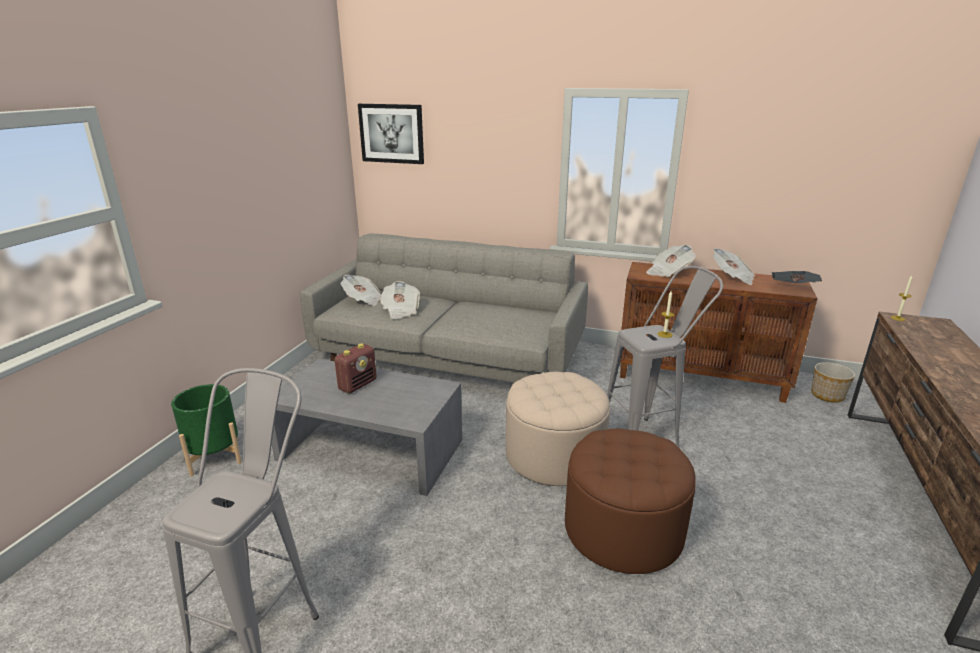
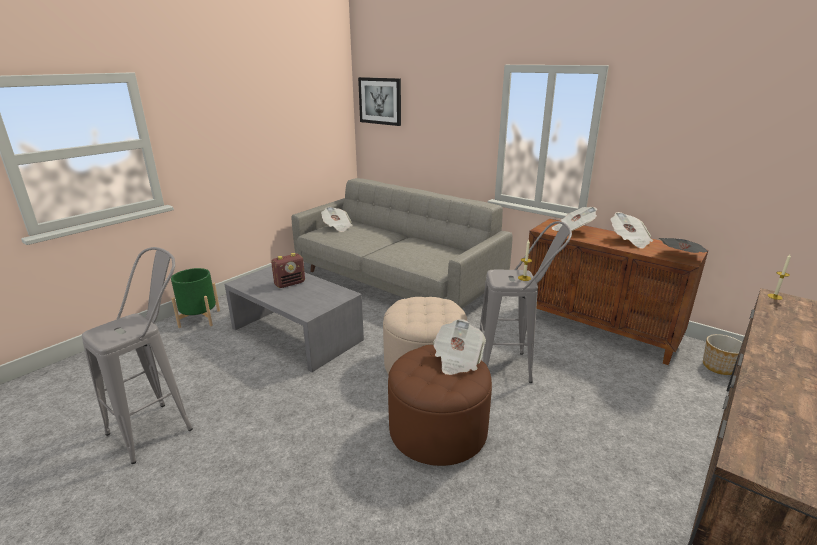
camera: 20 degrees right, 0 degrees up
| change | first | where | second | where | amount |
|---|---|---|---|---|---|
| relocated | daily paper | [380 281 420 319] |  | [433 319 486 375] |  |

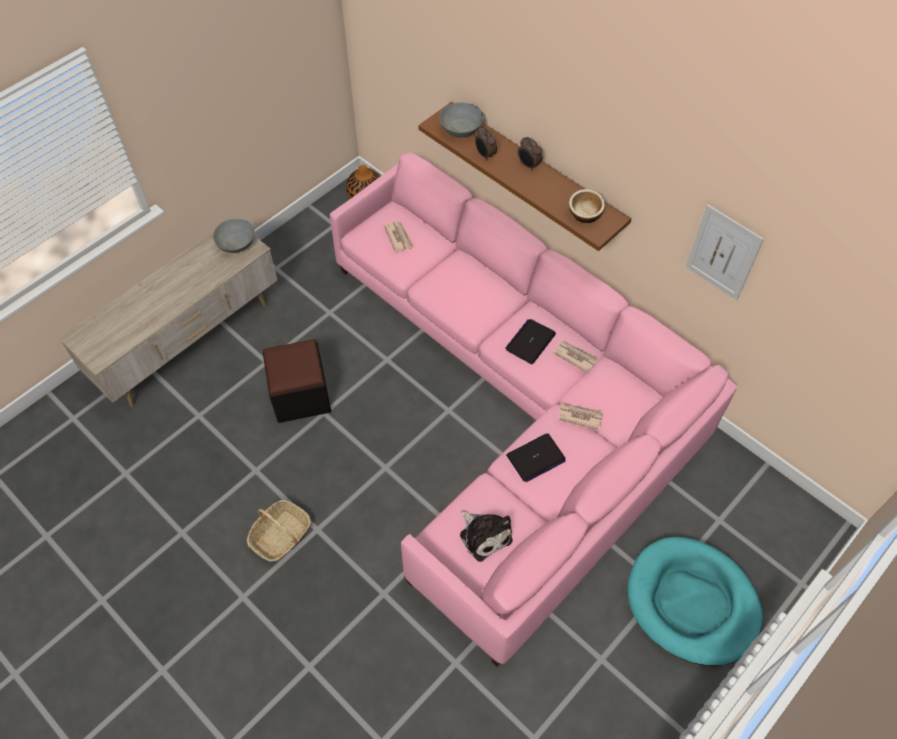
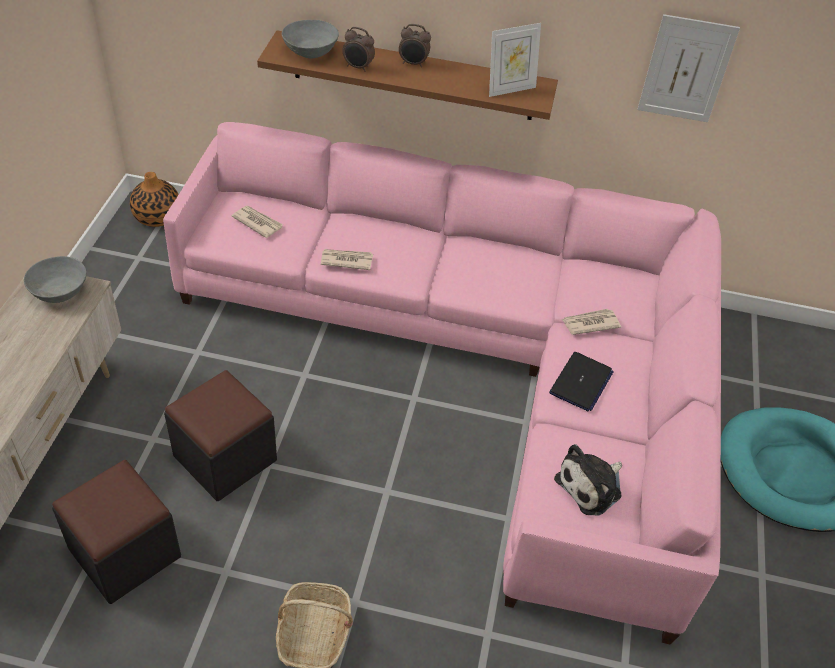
camera: 35 degrees left, 10 degrees down
| change | first | where | second | where | amount |
|---|---|---|---|---|---|
| appeared |  |  | blackish footrest | [52 460 181 604] |  |
| relocated | daily paper | [554 341 598 373] |  | [321 249 373 270] |  |
| exchanged | bowl | [569 189 605 223] | picture frame | [489 23 541 97] |  |
| spun | cuddly toy | [460 510 512 562] |  | [554 444 622 516] | 120 degrees clockwise |
| missing | portable computer | [505 319 556 364] |  |  |  |

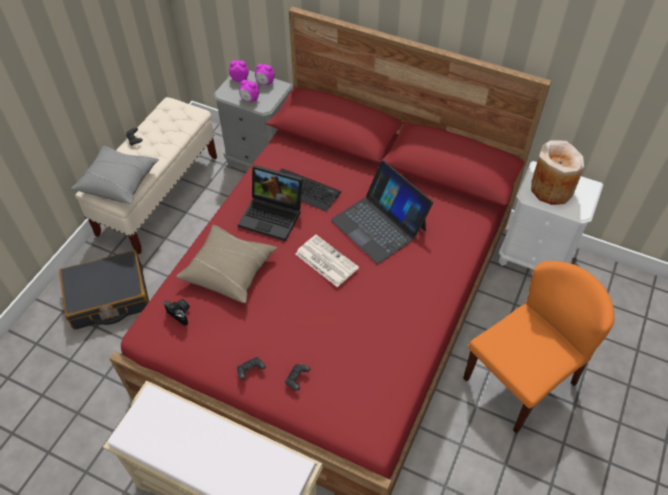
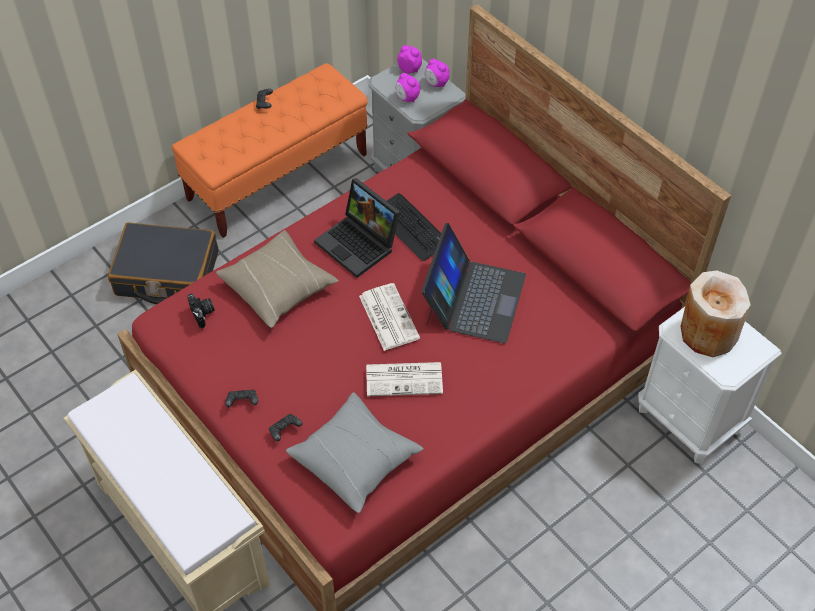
camera: 25 degrees right, 0 degrees up
| change | first | where | second | where | amount |
|---|---|---|---|---|---|
| colour | beige indoor bench | [75 97 217 254] | orange indoor bench | [172 63 367 238] |  |
| relocated | gray pillow | [71 146 159 204] |  | [286 392 424 513] |  |
| appeared |  |  | daily paper | [366 362 443 396] |  |
| spun | portable computer | [331 160 433 264] |  | [421 223 526 344] | 150 degrees counterclockwise |
| missing | orange plain chair | [463 261 615 433] |  |  |  |

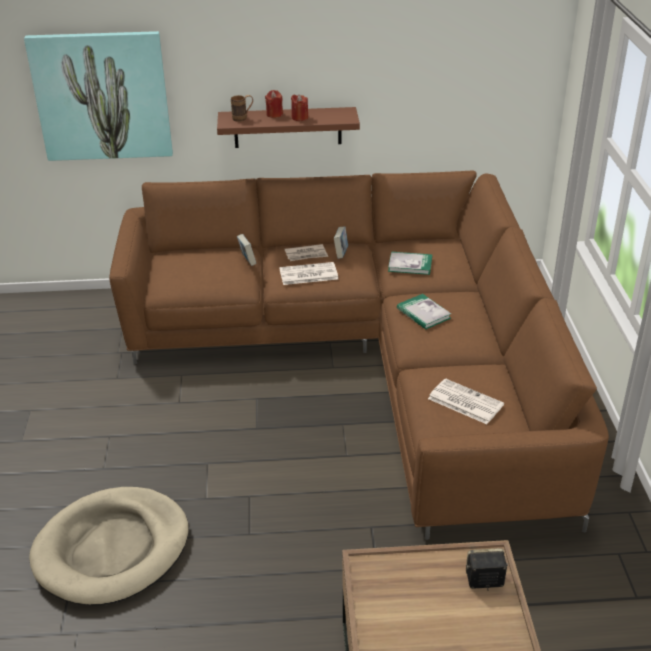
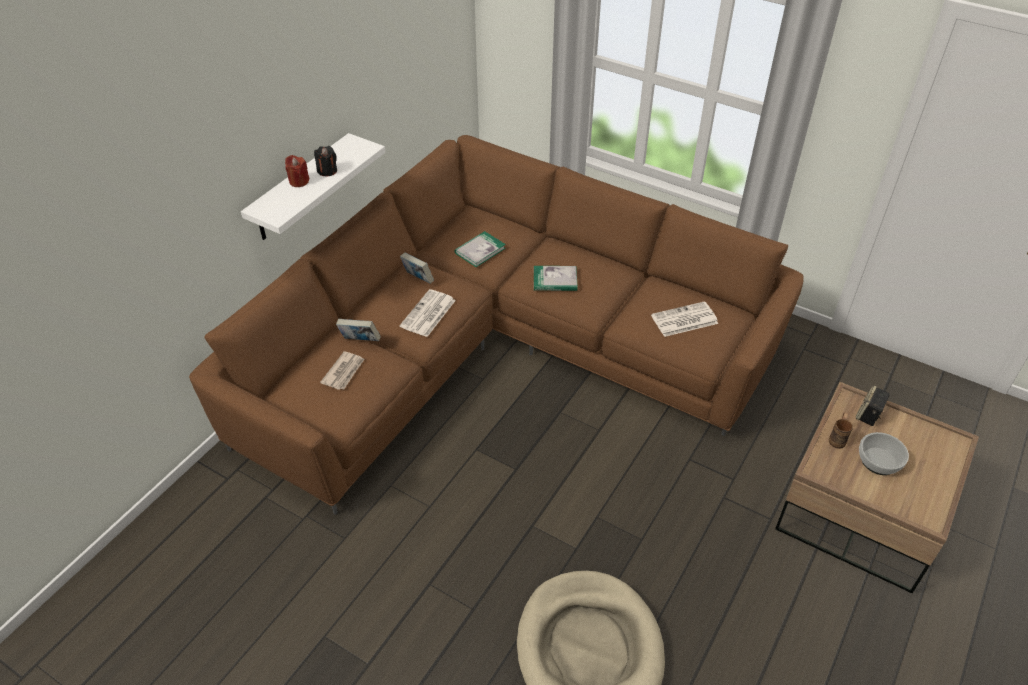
camera: 55 degrees left, 10 degrees up
| change | first | where | second | where | amount |
|---|---|---|---|---|---|
| colour | brown bracket shelf | [217 107 360 148] | white-coloured bracket shelf | [241 133 385 240] |  |
| colour | reddish wax light | [291 94 308 121] | blackish wax light | [314 146 337 177] |  |
| relocated | daily paper | [285 244 328 261] |  | [320 351 365 390] |  |
| relocated | brown tea mug | [231 95 253 122] |  | [829 413 853 449] |  |
| appeared |  |  | bowl | [859 432 909 475] |  |
| missing | wall art | [24 31 173 161] |  |  |  |

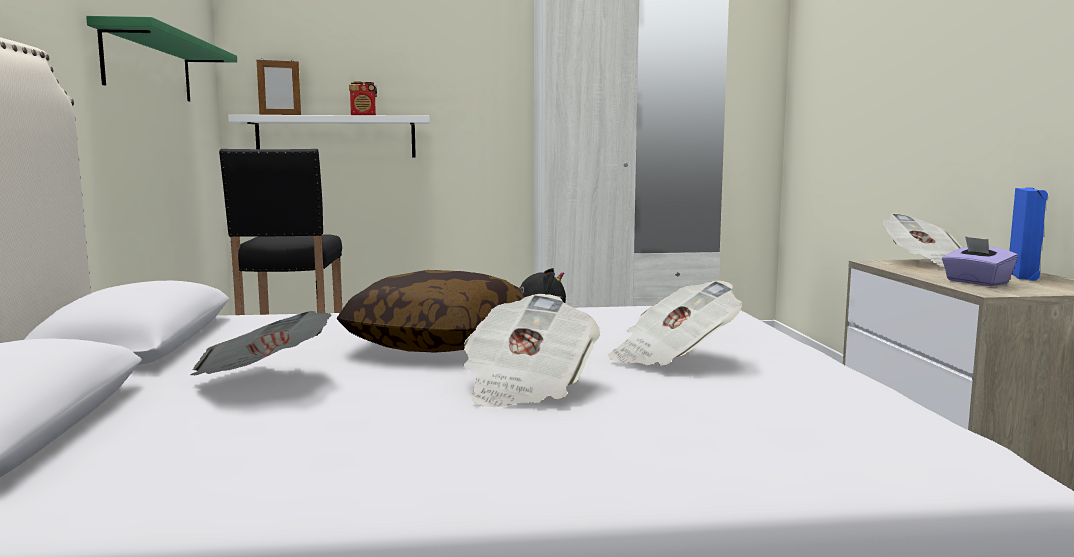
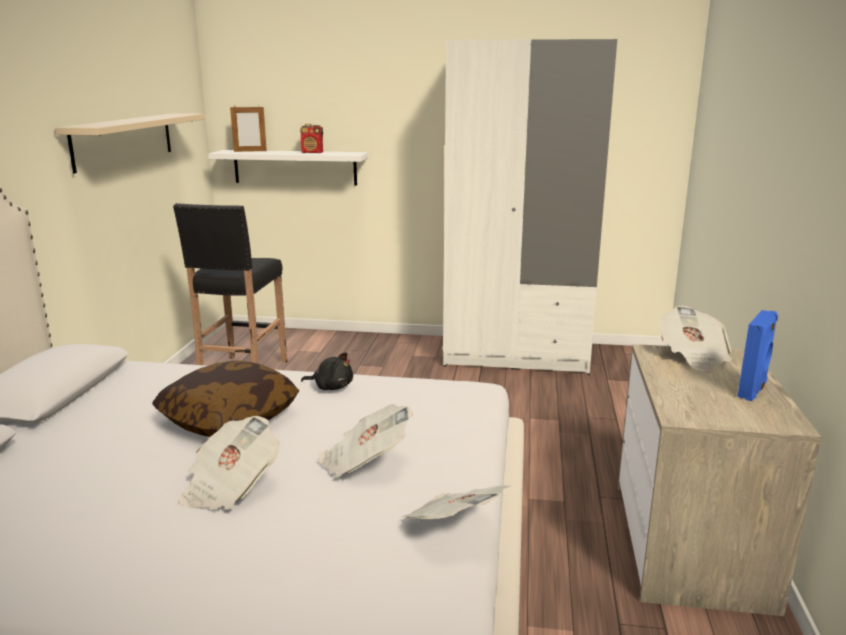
camera: 15 degrees right, 10 degrees up
| change | first | where | second | where | amount |
|---|---|---|---|---|---|
| colour | green-coloured bracket shelf | [86 16 237 101] | beige bracket shelf | [55 113 205 174] |  |
| relocated | daily paper | [191 311 332 375] |  | [403 486 510 519] |  |
| missing | purple tissue box | [942 236 1018 286] |  |  |  |

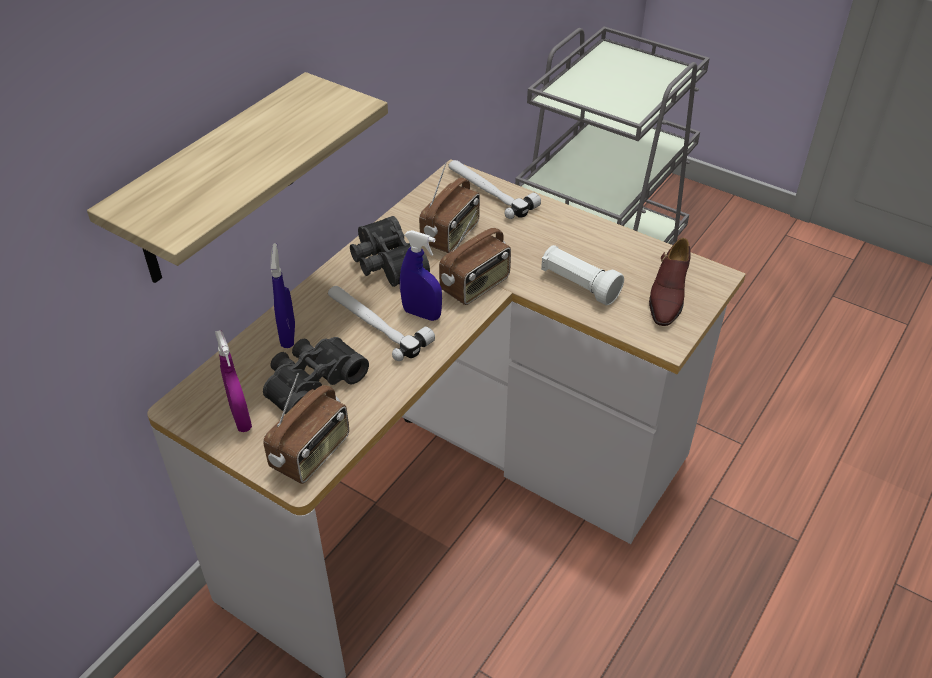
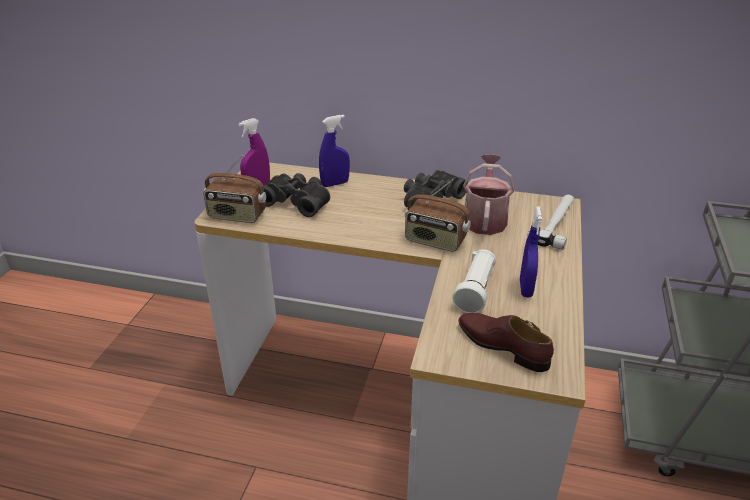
camera: 70 degrees right, 10 degrees down
| change | first | where | second | where | amount |
|---|---|---|---|---|---|
| spun | brown low shoe | [649 238 691 326] |  | [458 313 554 372] | 45 degrees clockwise |
| exchanged | radio | [419 163 480 253] | sprinkling can | [463 154 515 235] |  |
| relocated | bluish spray bottle | [400 230 442 321] |  | [520 206 542 298] |  |
| missing | bracket shelf | [87 72 388 283] |  |  |  |
| missing | tool hammer | [328 286 435 361] |  |  |  |

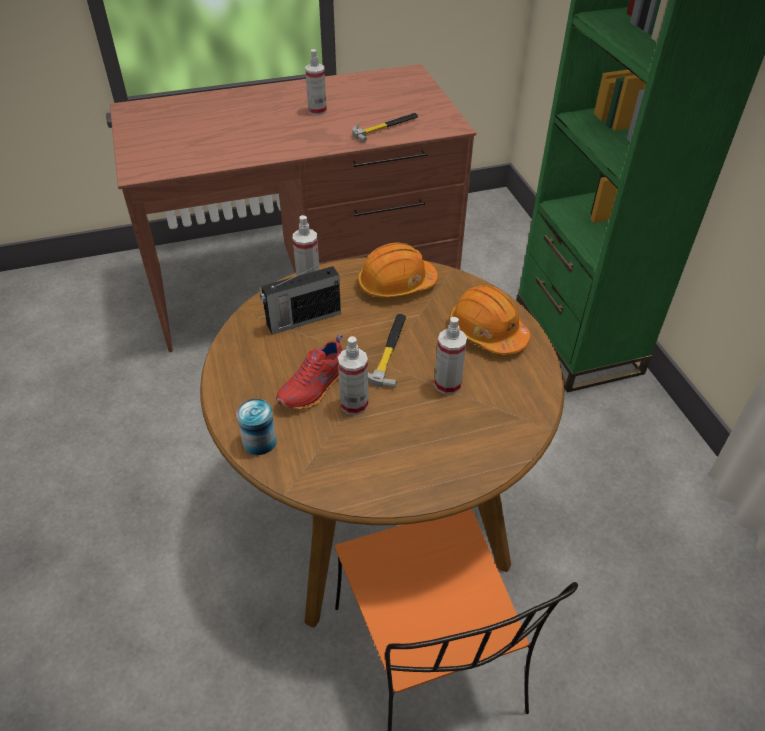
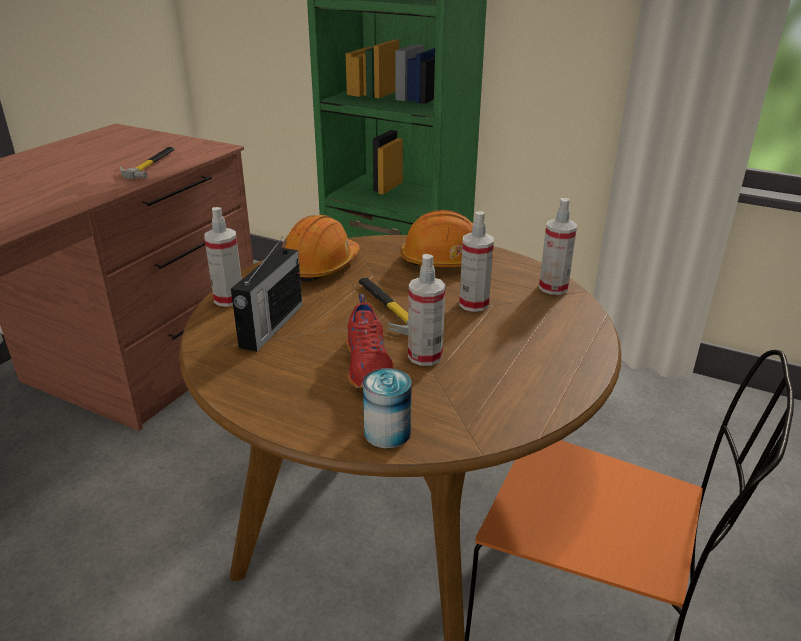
camera: 45 degrees left, 15 degrees down
| change | first | where | second | where | amount |
|---|---|---|---|---|---|
| relocated | spray bottle | [305 49 327 116] |  | [539 198 577 295] |  |

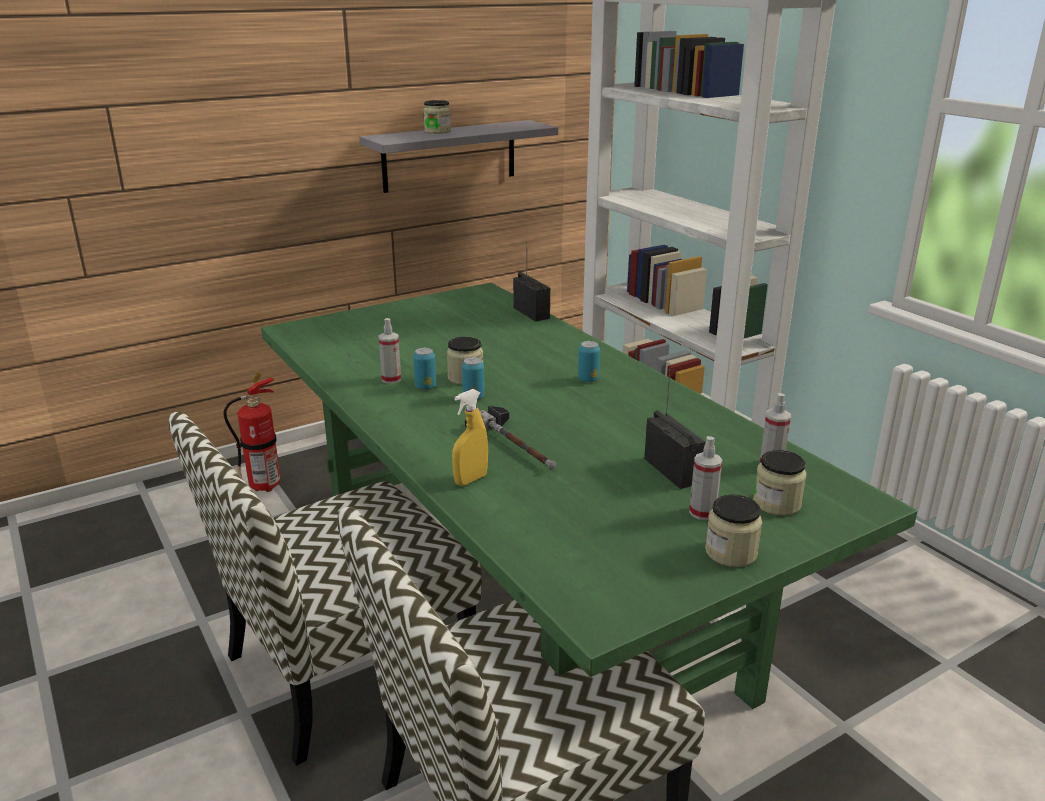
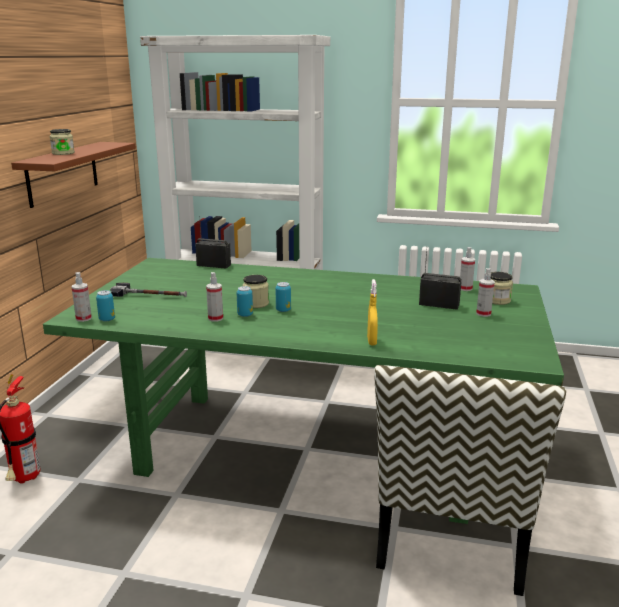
camera: 45 degrees left, 5 degrees down
| change | first | where | second | where | amount |
|---|---|---|---|---|---|
| colour | gray bracket shelf | [359 120 558 193] | brown bracket shelf | [11 142 136 208] |  |
| appeared |  |  | spray bottle | [72 272 92 322] |  |
| relocated | sealed can | [578 341 600 382] |  | [96 290 115 321] |  |
| relocated | tool hammer | [465 406 557 470] |  | [110 283 187 297] |  |
| missing | plain chair | [169 412 482 766] |  |  |  |
| missing | storage jar | [705 495 762 567] |  |  |  |

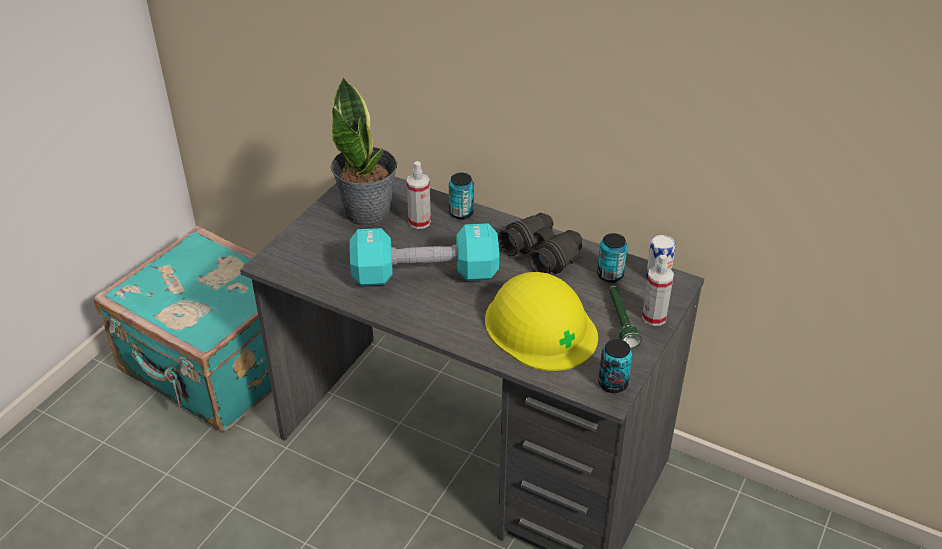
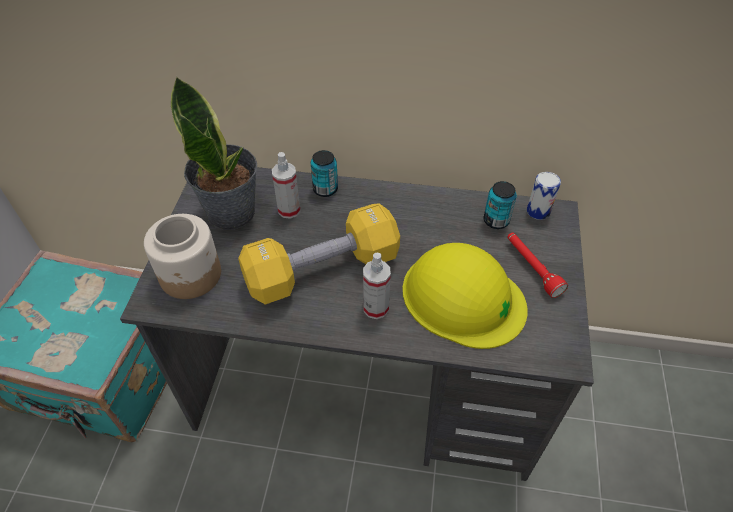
camera: 20 degrees left, 10 degrees up
| change | first | where | second | where | amount |
|---|---|---|---|---|---|
| appeared |  |  | storage jar | [144 214 221 299] |  |
| colour | turquoise-coloured free weight | [349 223 499 286] | yellow free weight | [238 203 400 304] |  |
| relocated | spray bottle | [642 255 674 326] |  | [363 253 391 319] |  |
| colour | green-coloured hand torch | [609 285 641 349] | reddish hand torch | [508 233 568 298] |  |
| missing | blackish field glasses | [498 213 582 274] |  |  |  |
| missing | sealed can | [598 339 632 393] |  |  |  |

